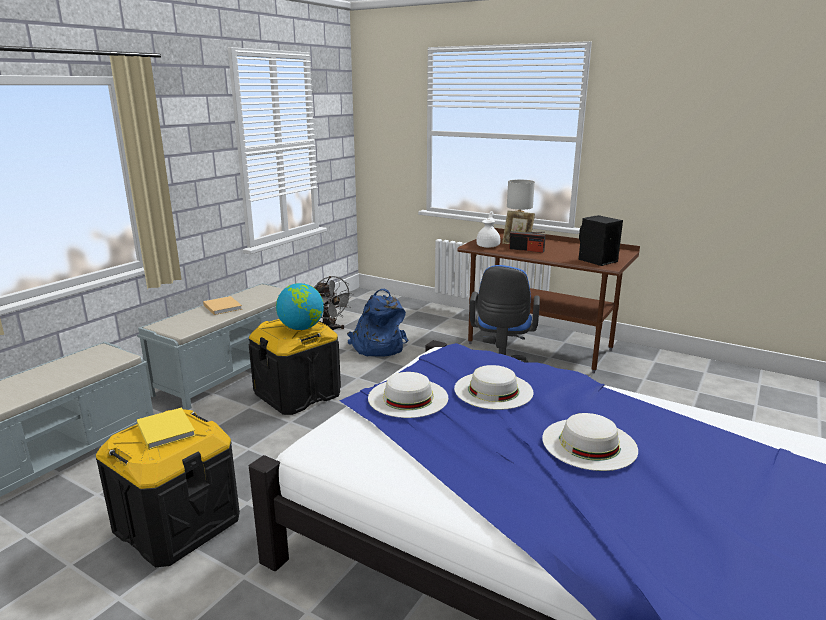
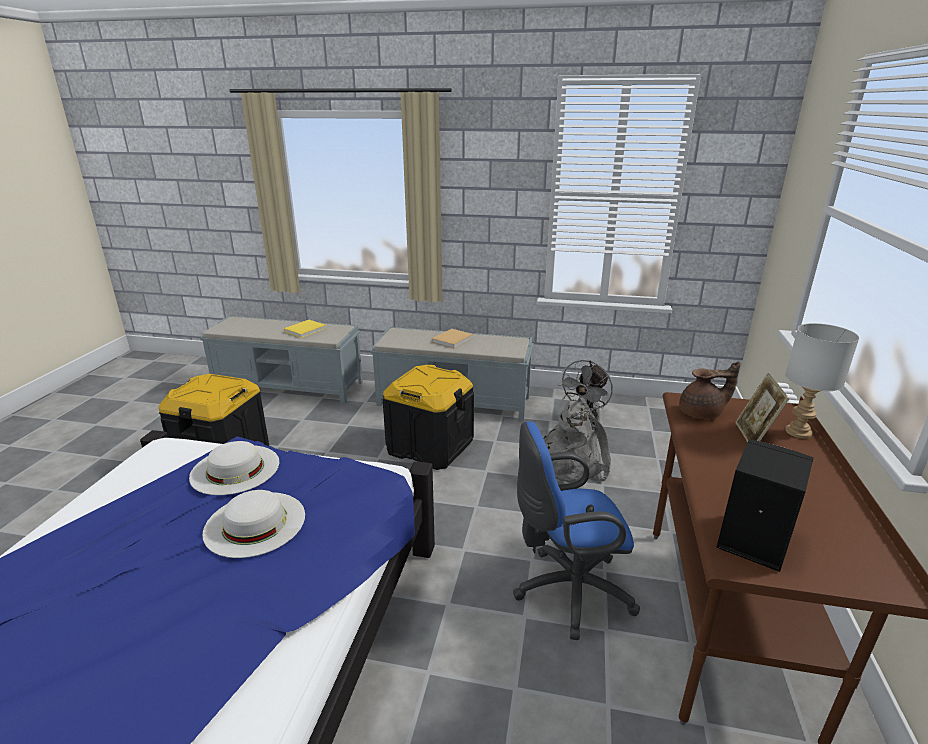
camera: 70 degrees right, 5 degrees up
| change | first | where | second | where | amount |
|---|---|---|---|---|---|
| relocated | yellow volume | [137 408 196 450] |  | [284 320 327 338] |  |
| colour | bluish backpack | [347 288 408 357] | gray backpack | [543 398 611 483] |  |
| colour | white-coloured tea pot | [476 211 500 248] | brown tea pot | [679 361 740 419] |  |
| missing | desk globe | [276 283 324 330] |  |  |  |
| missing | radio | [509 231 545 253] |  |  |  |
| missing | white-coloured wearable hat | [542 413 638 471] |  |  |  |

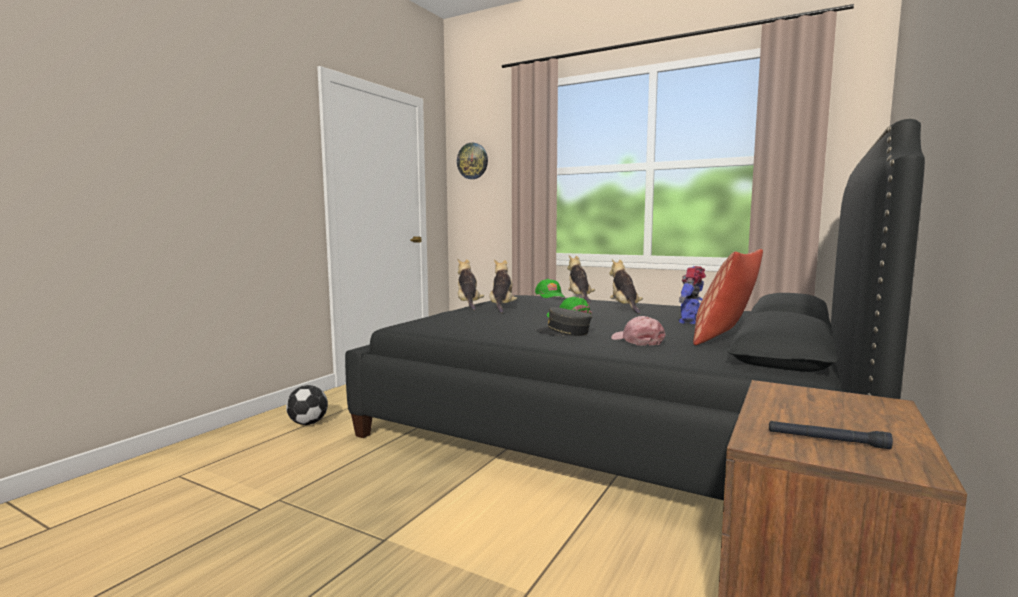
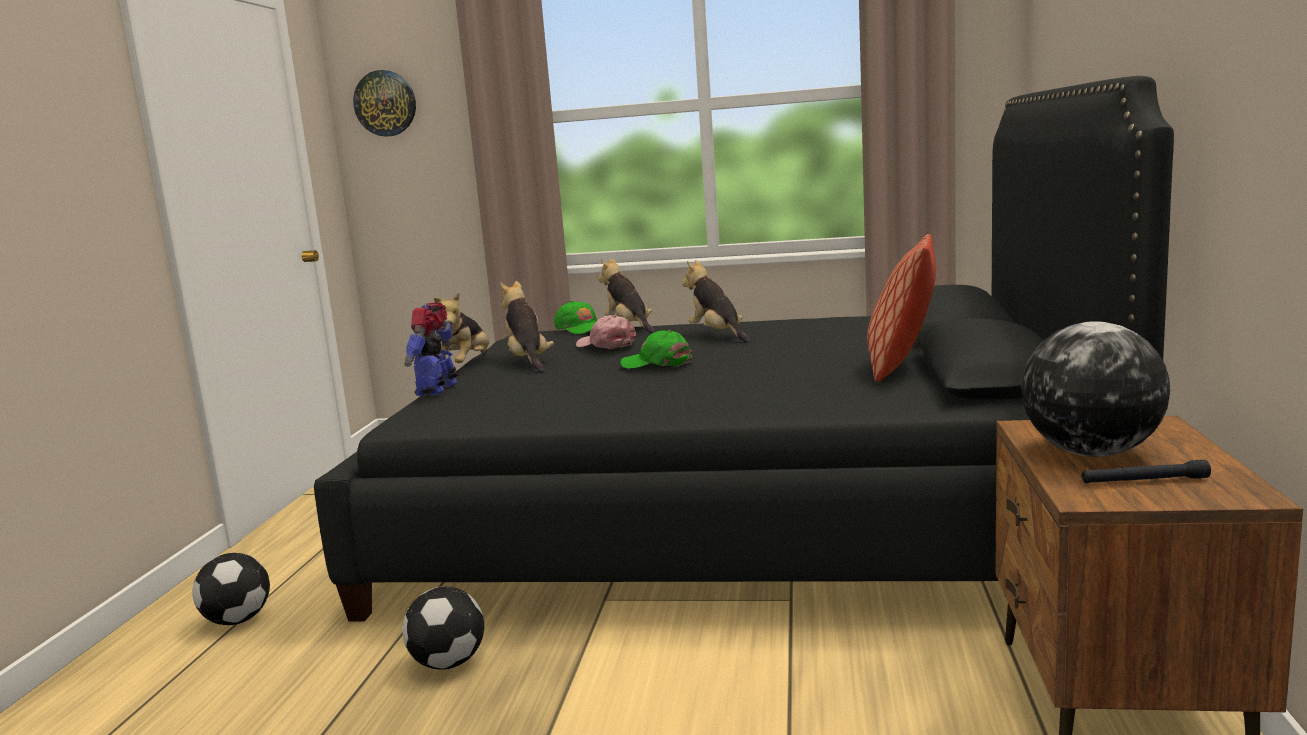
camera: 20 degrees left, 5 degrees up
| change | first | where | second | where | amount |
|---|---|---|---|---|---|
| appeared |  |  | football | [402 586 484 670] |  |
| relocated | model robot | [679 266 706 324] |  | [405 303 459 396] |  |
| spun | cuddly toy | [457 258 484 310] |  | [434 292 489 363] | 135 degrees counterclockwise |
| relocated | pinkish cap | [611 316 665 346] |  | [576 315 636 349] |  |
| appeared |  |  | desk globe | [1021 321 1170 457] |  |
| missing | gray cap | [535 307 592 336] |  |  |  |

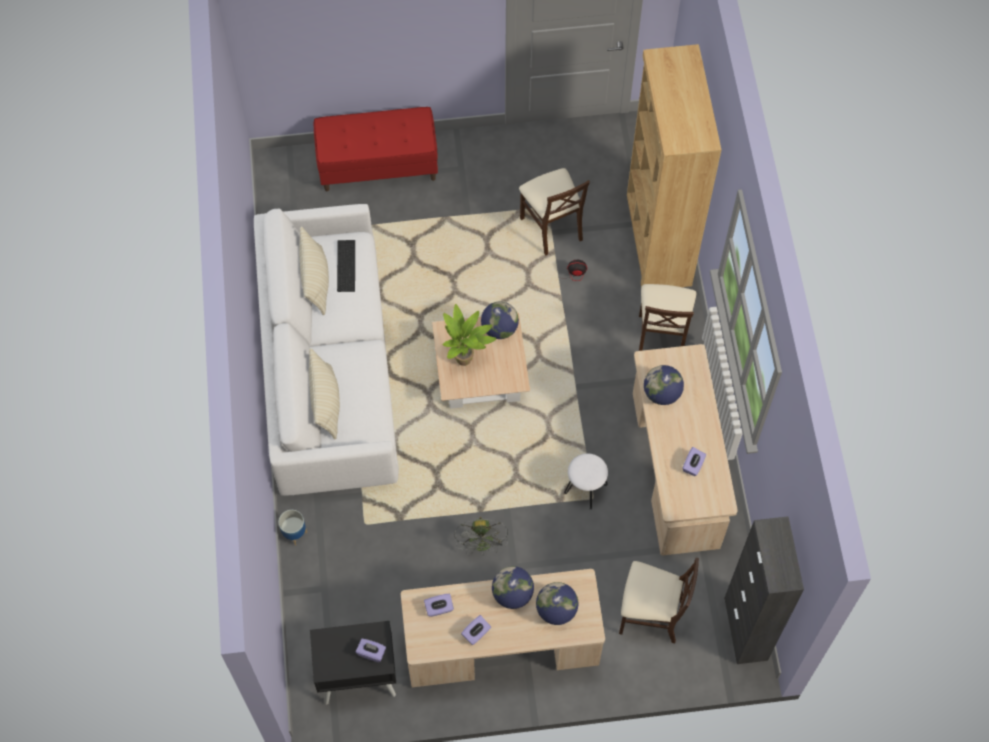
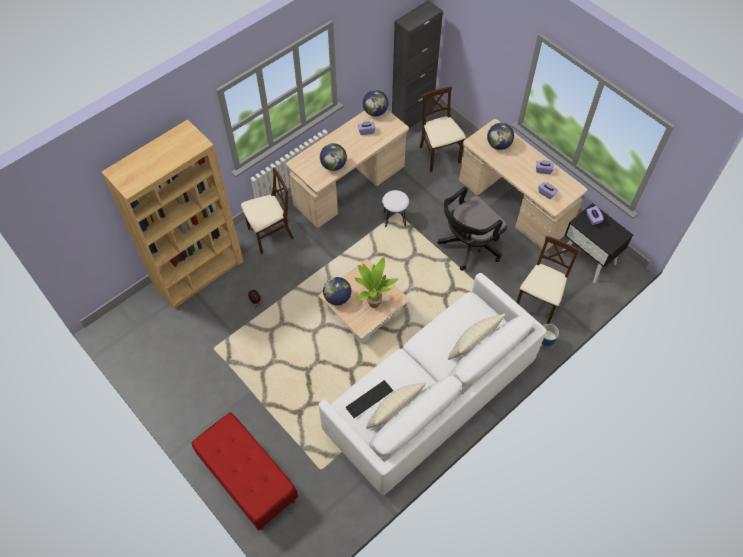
camera: 125 degrees left, 5 degrees down
| change | first | where | second | where | amount |
|---|---|---|---|---|---|
| relocated | desk globe | [492 566 534 609] |  | [363 90 388 117] |  |
| exchanged | gray cooling fan | [454 517 508 556] | blackish desk chair | [437 187 507 271] |  |
| relocated | beige plain chair | [519 168 590 255] |  | [516 236 580 324] |  |

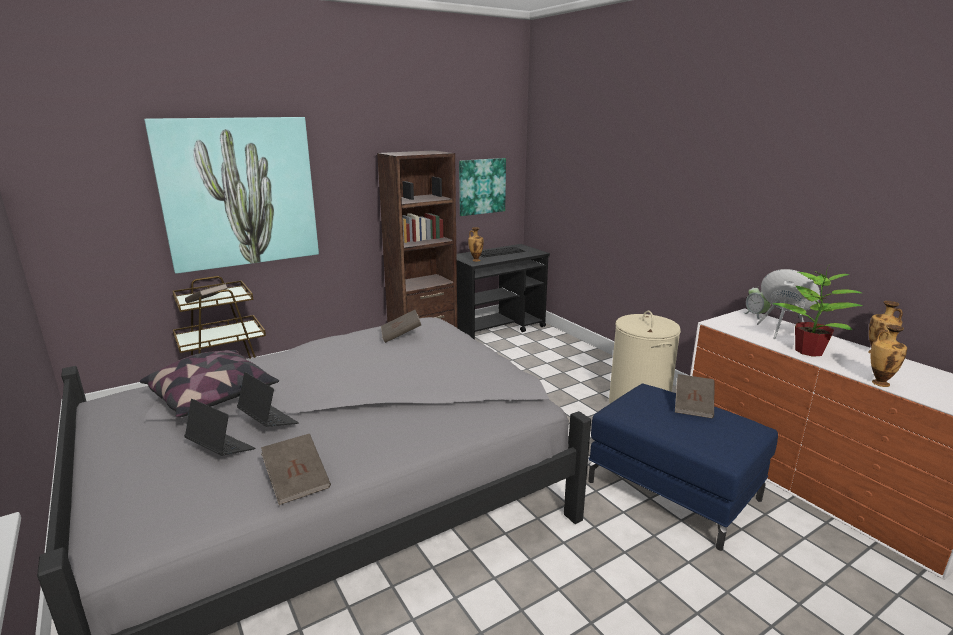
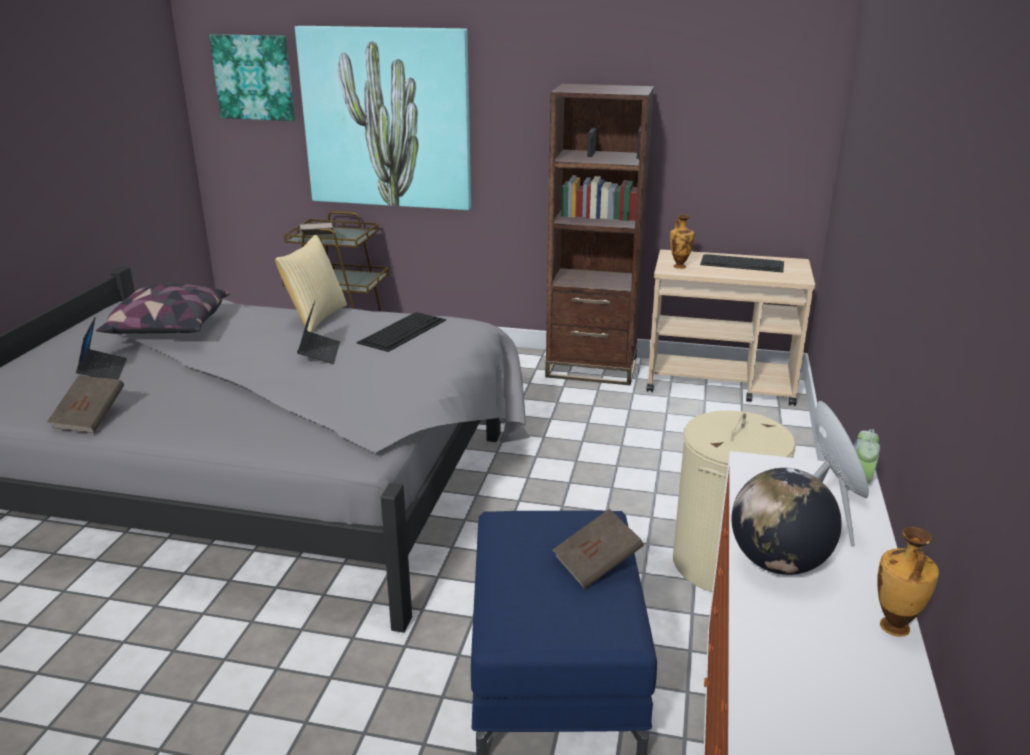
camera: 45 degrees right, 5 degrees up
| change | first | where | second | where | amount |
|---|---|---|---|---|---|
| relocated | wall art | [459 158 506 216] |  | [209 34 295 121] |  |
| appeared |  |  | pillow | [275 235 347 332] |  |
| relocated | portable computer | [237 372 299 427] |  | [297 301 340 364] |  |
| exchanged | brown volume | [381 310 421 343] | computer keyboard | [357 312 446 352] |  |
| colour | blackish wheeled cart | [456 244 550 340] | beige wheeled cart | [647 250 815 406] |  |
| exchanged | plant in a pot | [772 266 863 357] | desk globe | [732 468 842 575] |  |
| missing | decorative vase | [871 324 907 387] |  |  |  |

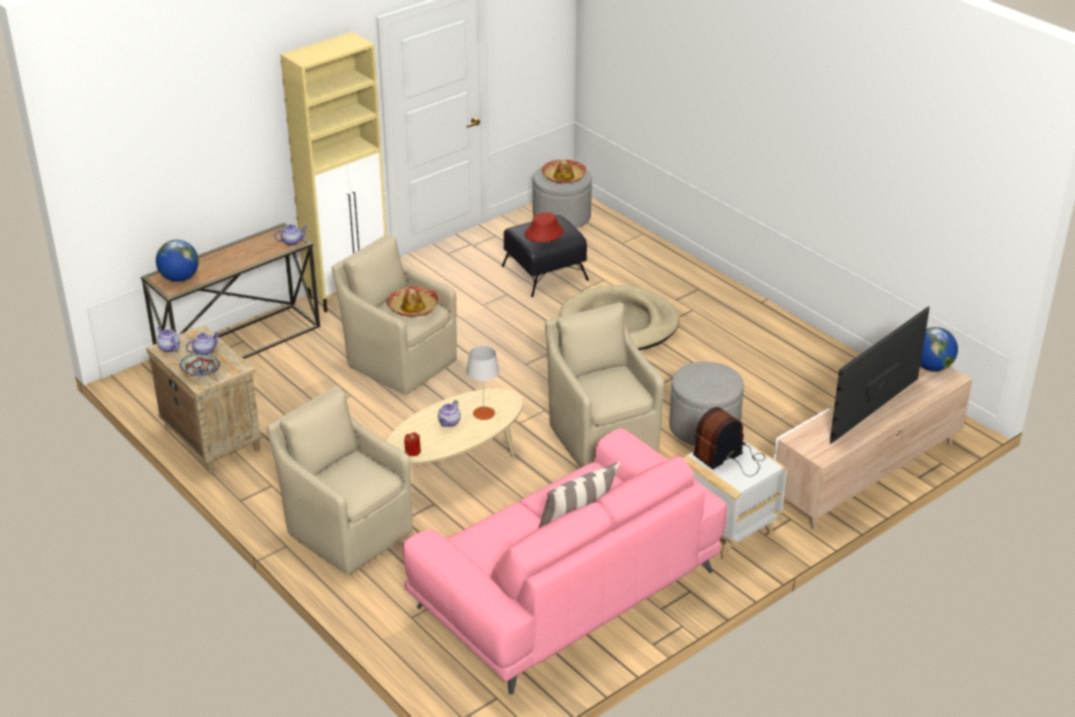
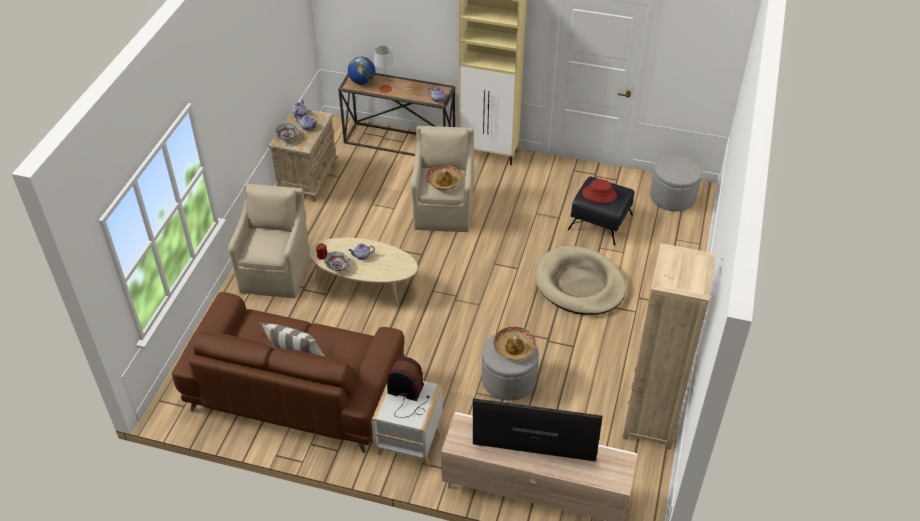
camera: 55 degrees right, 10 degrees up
| change | first | where | second | where | amount |
|---|---|---|---|---|---|
| colour | pinkish settee | [403 428 727 695] | brown settee | [172 292 405 453] |  |
| appeared |  |  | bowl | [325 252 350 271] |  |
| relocated | gray tabletop lamp | [466 346 499 420] |  | [374 46 394 93] |  |
| relocated | wearable hat | [541 160 586 184] |  | [493 327 536 360] |  |
| appeared |  |  | beige shelving unit | [622 243 716 450] |  |
| missing | beige easy chair | [545 302 664 468] |  |  |  |
| missing | desk globe | [920 327 958 371] |  |  |  |

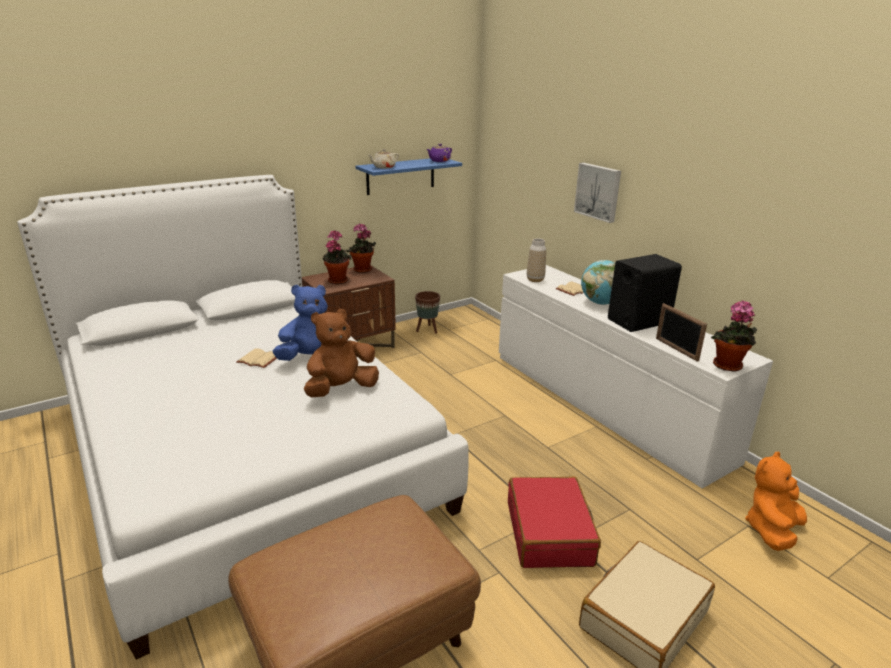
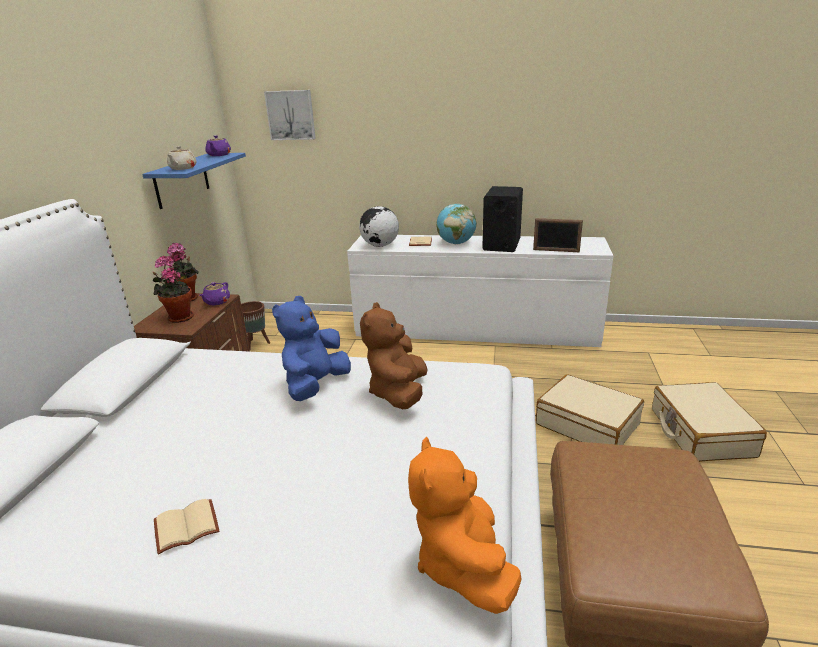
camera: 45 degrees left, 0 degrees up
| change | first | where | second | where | amount |
|---|---|---|---|---|---|
| relocated | beige volume | [236 348 277 368] |  | [154 499 219 554] |  |
| appeared |  |  | purple tea pot | [199 282 230 305] |  |
| relocated | wall art | [574 163 621 223] |  | [264 90 316 140] |  |
| exchanged | decorative vase | [527 238 546 282] | desk globe | [359 206 399 247] |  |
| relocated | orange cuddly toy | [745 452 807 551] |  | [408 437 522 614] |  |
| colour | reddish suitcase | [508 476 601 568] | beige suitcase | [536 374 644 445] |  |
| missing | plant in a pot | [711 300 757 371] |  |  |  |

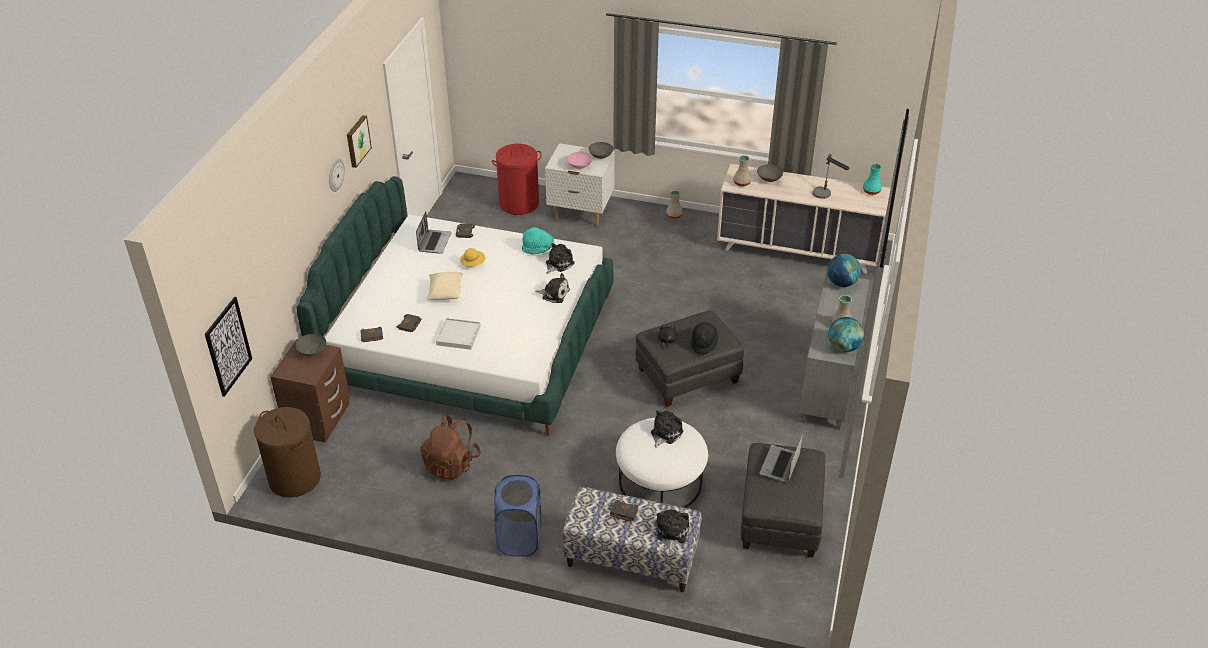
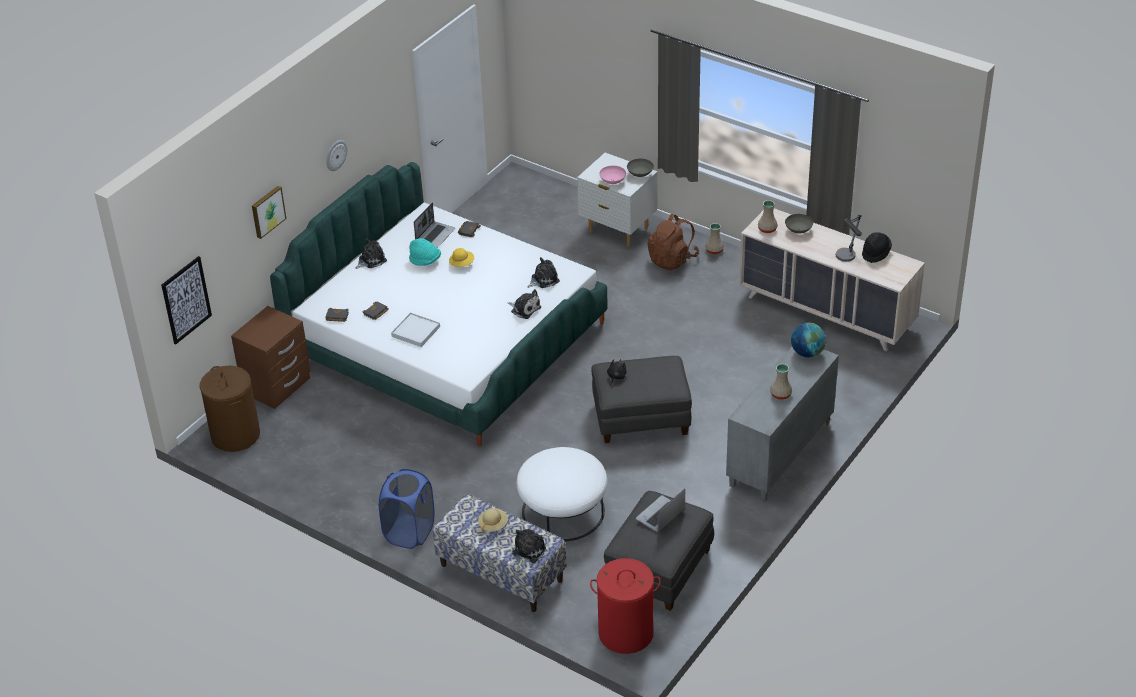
camera: 20 degrees right, 0 degrees up
| change | first | where | second | where | amount |
|---|---|---|---|---|---|
| relocated | wall art | [347 115 372 168] |  | [252 186 287 239] |  |
| relocated | cuddly toy | [651 411 683 448] |  | [356 238 387 269] |  |
| relocated | turquoise-coloured wearable hat | [522 227 554 254] |  | [409 238 441 266] |  |
| exchanged | blackish volume | [610 500 638 522] | beige wearable hat | [478 508 508 533] |  |
| relocated | reddish laundry basket | [492 144 542 215] |  | [590 558 661 654] |  |
| relocated | brown backpack | [421 415 481 480] |  | [647 214 699 271] |  |
| relocated | blackish wearable hat | [691 322 719 355] |  | [862 232 892 263] |  |
| missing | gray bowl | [295 334 326 356] |  |  |  |
| missing | beige pillow | [427 272 463 300] |  |  |  |
| missing | desk globe | [828 317 864 352] |  |  |  |
| missing | turquoise-coloured decorative vase | [863 163 882 195] |  |  |  |

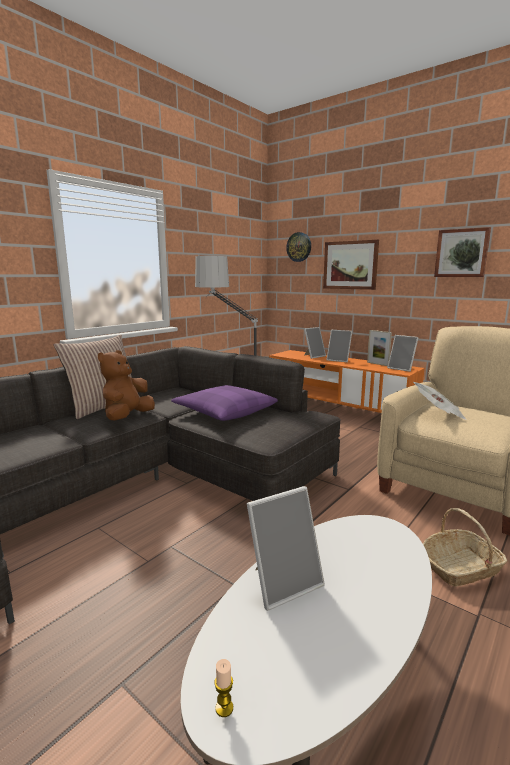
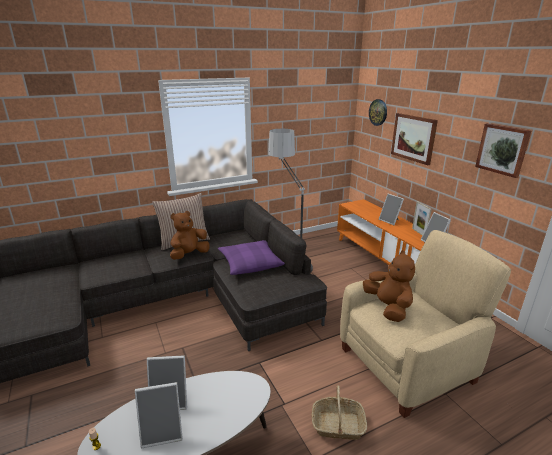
camera: 25 degrees right, 10 degrees up
| change | first | where | second | where | amount |
|---|---|---|---|---|---|
| relocated | picture frame | [304 327 326 359] |  | [135 382 183 448] |  |
| exchanged | daily paper | [413 382 467 420] | brown cuddly toy | [363 250 415 322] |  |

